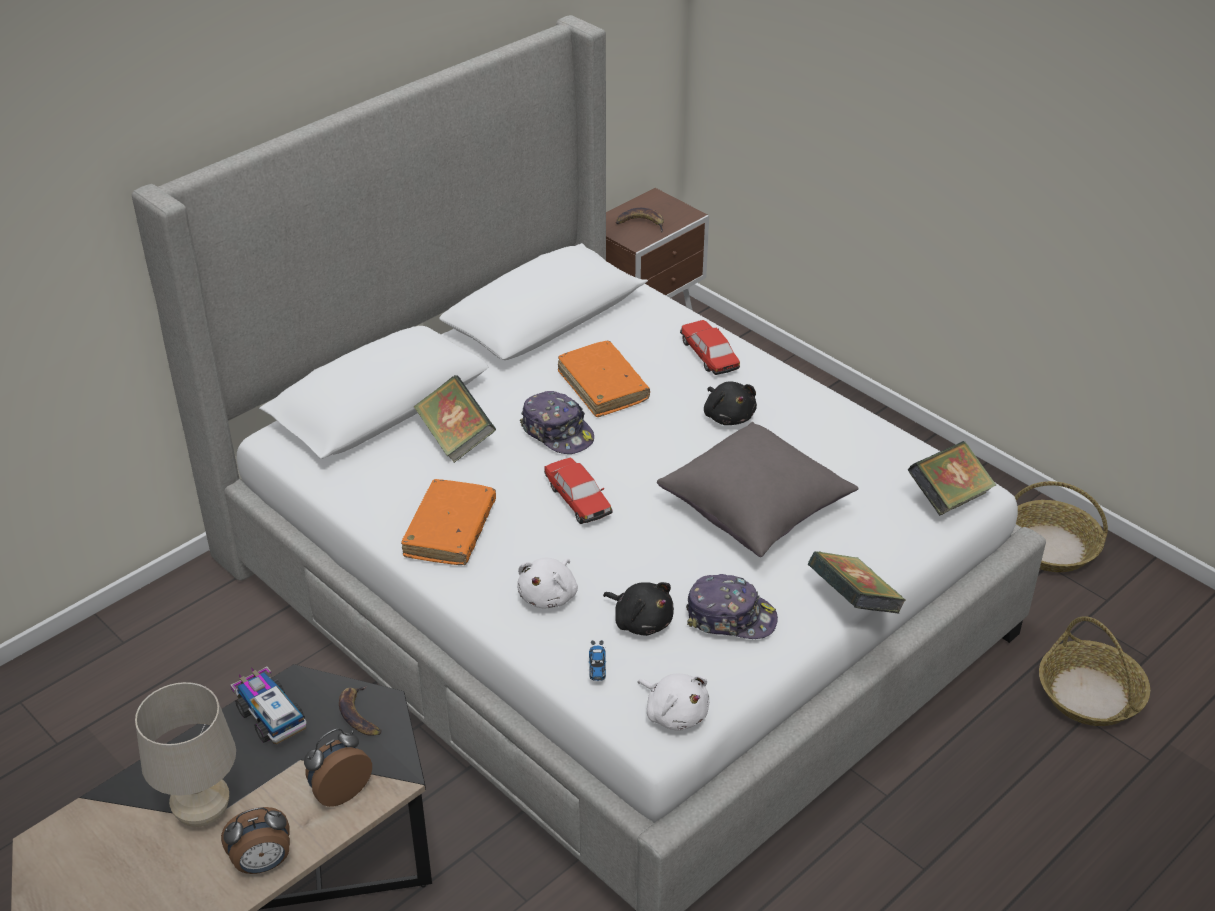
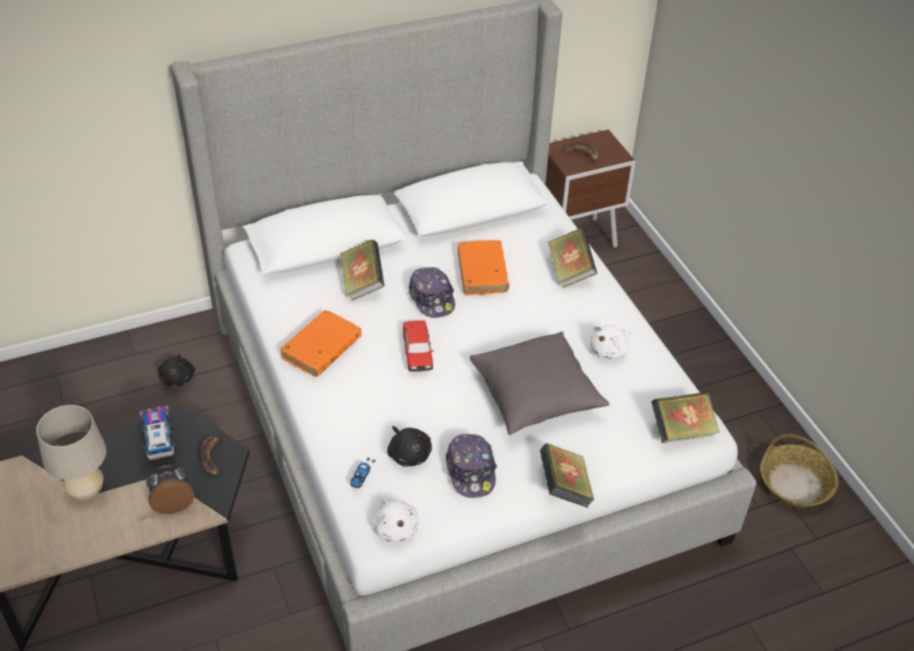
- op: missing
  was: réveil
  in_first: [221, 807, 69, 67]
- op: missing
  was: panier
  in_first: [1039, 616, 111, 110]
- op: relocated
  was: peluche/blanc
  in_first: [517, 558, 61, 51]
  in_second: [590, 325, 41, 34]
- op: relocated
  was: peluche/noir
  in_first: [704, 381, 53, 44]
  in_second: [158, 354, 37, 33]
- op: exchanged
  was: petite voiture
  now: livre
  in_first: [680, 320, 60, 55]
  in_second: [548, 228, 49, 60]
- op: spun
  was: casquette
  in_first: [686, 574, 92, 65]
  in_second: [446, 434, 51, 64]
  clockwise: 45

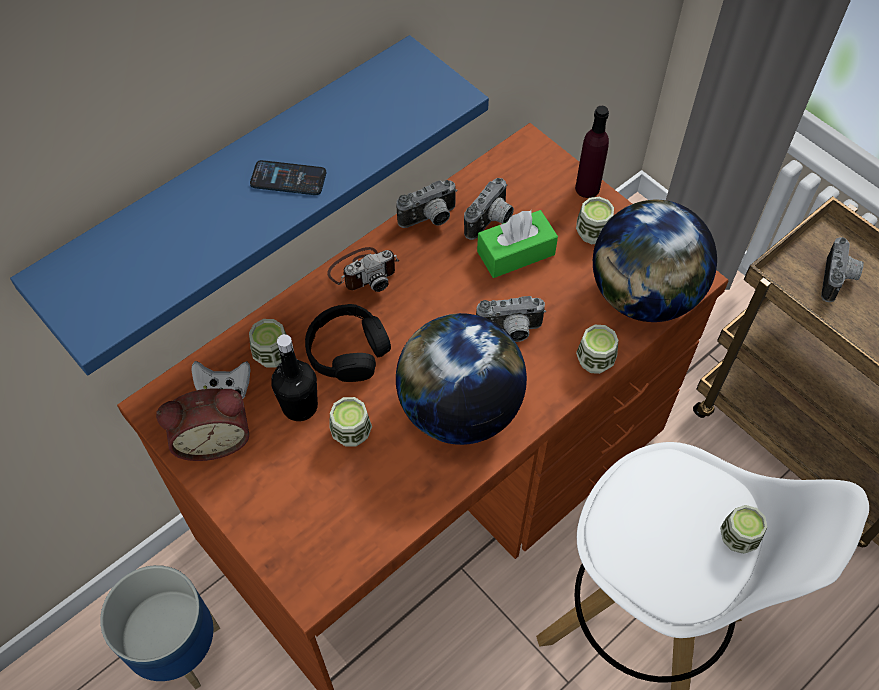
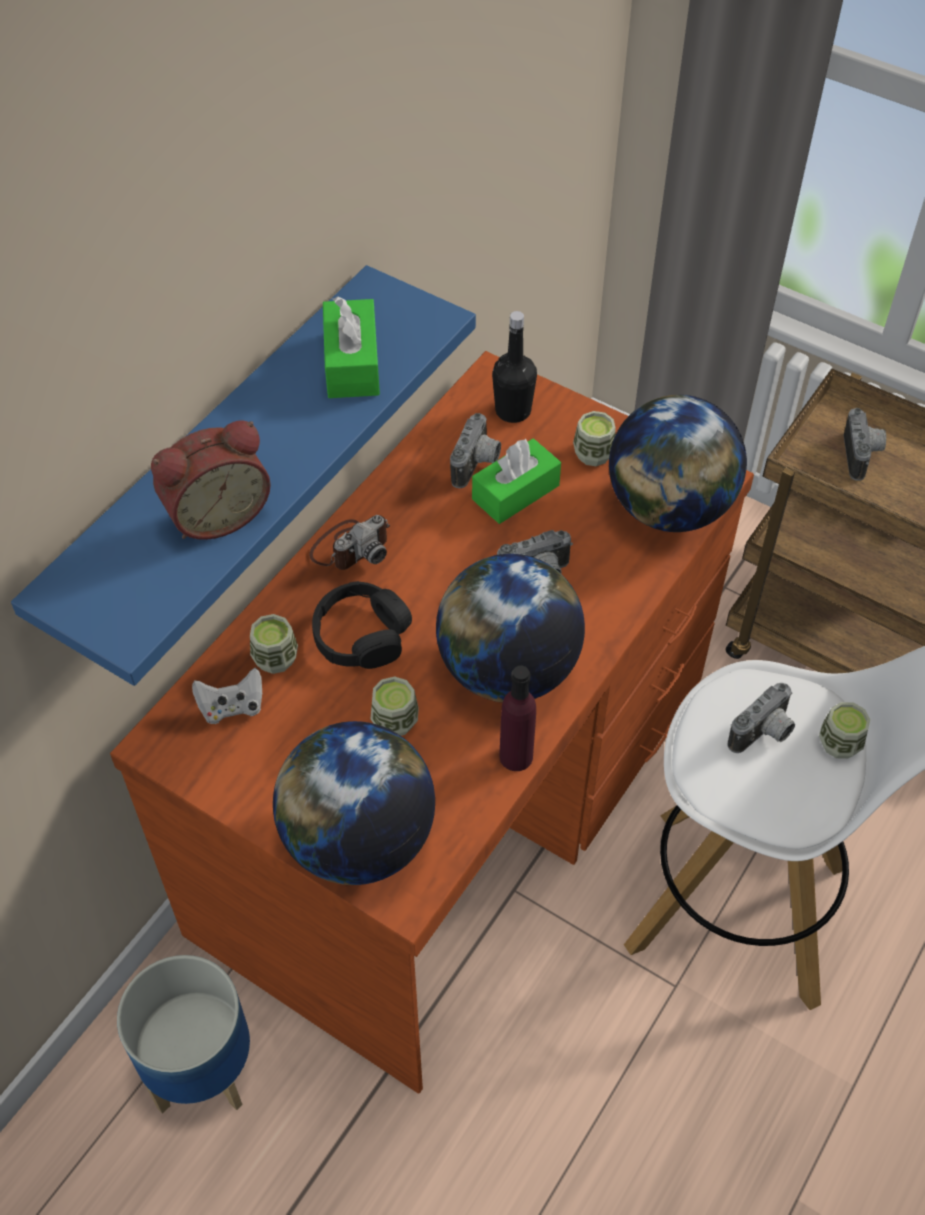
- op: missing
  was: téléphone
  in_first: [250, 160, 76, 35]
- op: missing
  was: tasse
  in_first: [576, 325, 43, 49]
- op: appeared
  now: globe
  in_second: [273, 721, 162, 164]
- op: appeared
  now: boîte à mouchoirs/vert
  in_second: [323, 296, 57, 102]
- op: relocated
  was: réveil
  in_first: [156, 389, 93, 72]
  in_second: [151, 420, 120, 120]
- op: relocated
  was: bouteille/noir
  in_first: [271, 334, 47, 87]
  in_second: [492, 311, 45, 112]
- op: relocated
  was: appareil photo
  in_first: [396, 180, 62, 48]
  in_second: [727, 683, 68, 70]
- op: relocated
  was: bouteille/violet
  in_first: [575, 106, 34, 92]
  in_second: [499, 666, 37, 105]

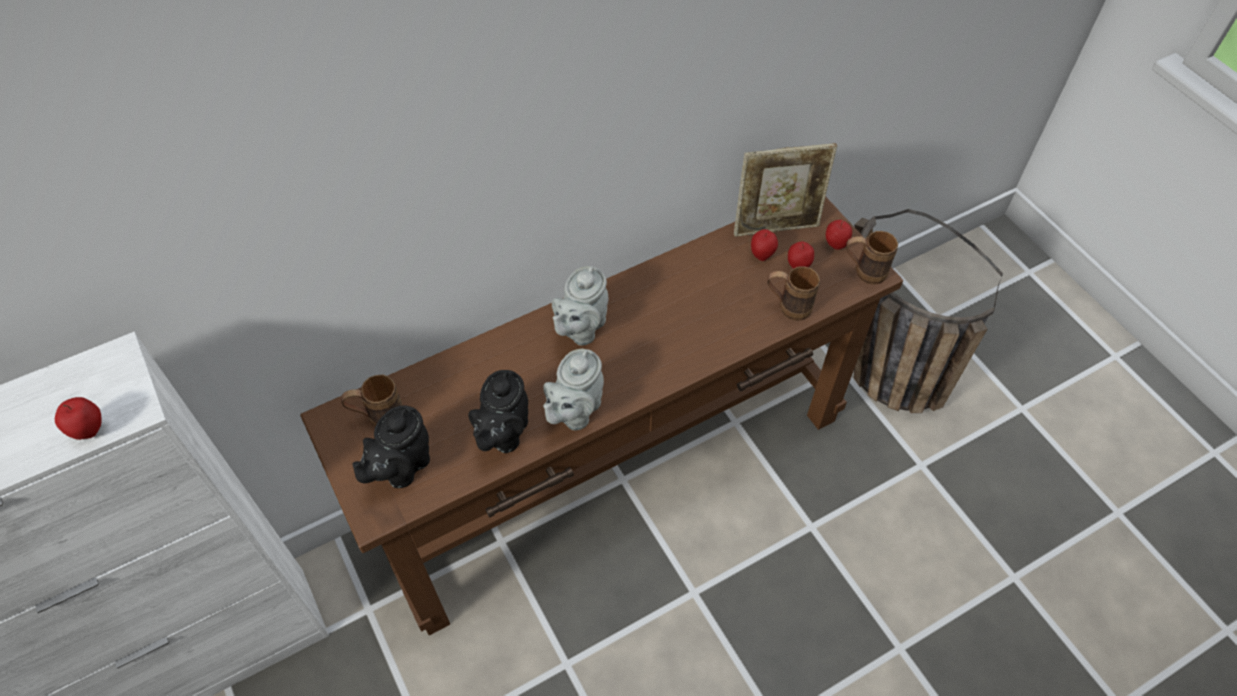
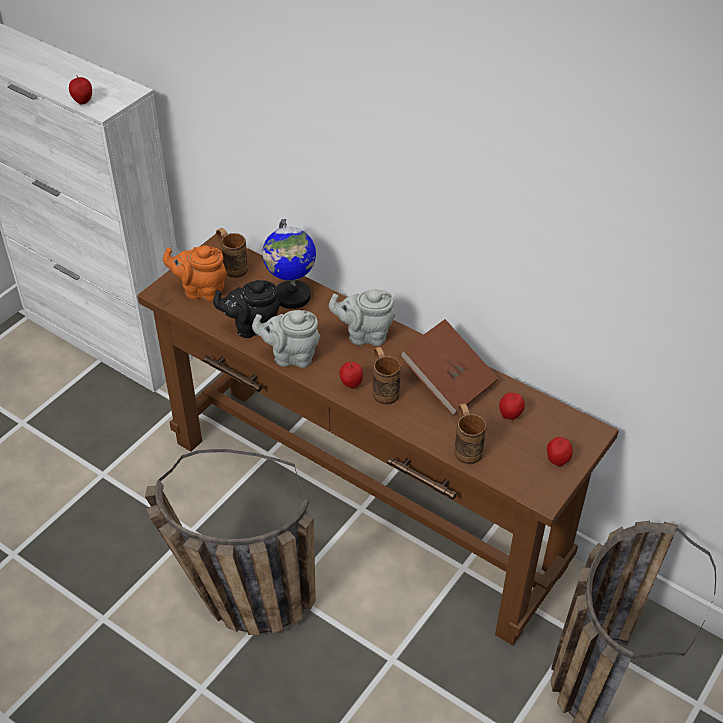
- op: missing
  was: cadre photo
  in_first: [734, 143, 103, 94]
- op: appeared
  now: panier
  in_second: [145, 449, 171, 186]
- op: appeared
  now: globe
  in_second: [262, 219, 54, 90]
- op: appeared
  now: livre/marron
  in_second: [399, 319, 100, 97]
- op: relocated
  was: pomme
  in_first: [788, 241, 26, 28]
  in_second: [340, 361, 23, 27]
- op: relocated
  was: mug/marron
  in_first: [846, 231, 52, 54]
  in_second: [372, 347, 29, 58]
- op: colour
  was: théière/noir
  now: théière/orange
  in_first: [352, 405, 78, 83]
  in_second: [163, 245, 64, 57]

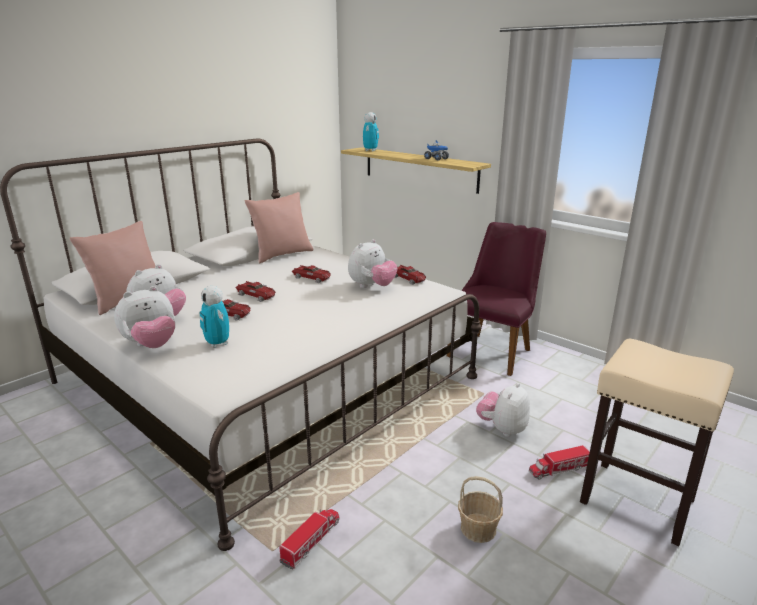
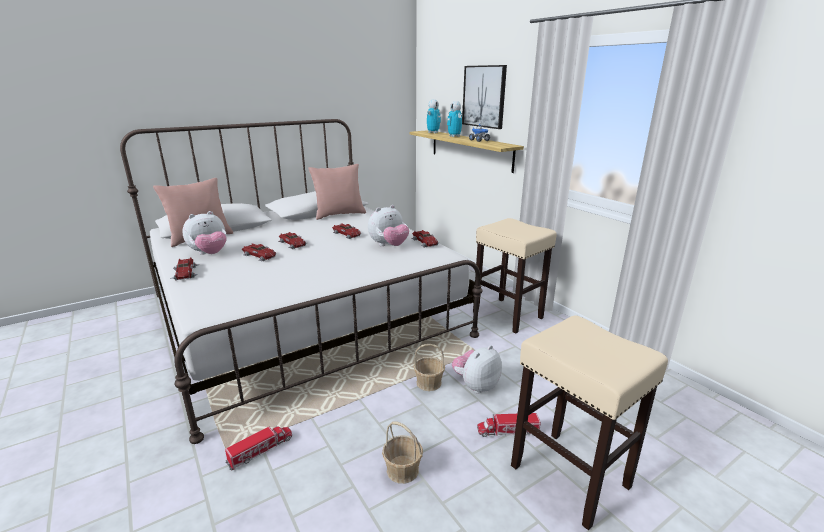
- op: appeared
  now: panier
  in_second: [413, 344, 32, 47]
- op: appeared
  now: tableau
  in_second: [462, 65, 45, 64]
- op: relocated
  was: robot jouet
  in_first: [199, 286, 30, 62]
  in_second: [447, 101, 15, 36]
- op: exchanged
  was: peluche
  now: petite voiture
  in_first: [114, 286, 61, 62]
  in_second: [172, 257, 27, 23]
- op: exchanged
  was: chaise/violet
  now: tabouret/beige
  in_first: [447, 222, 99, 154]
  in_second: [473, 218, 84, 115]

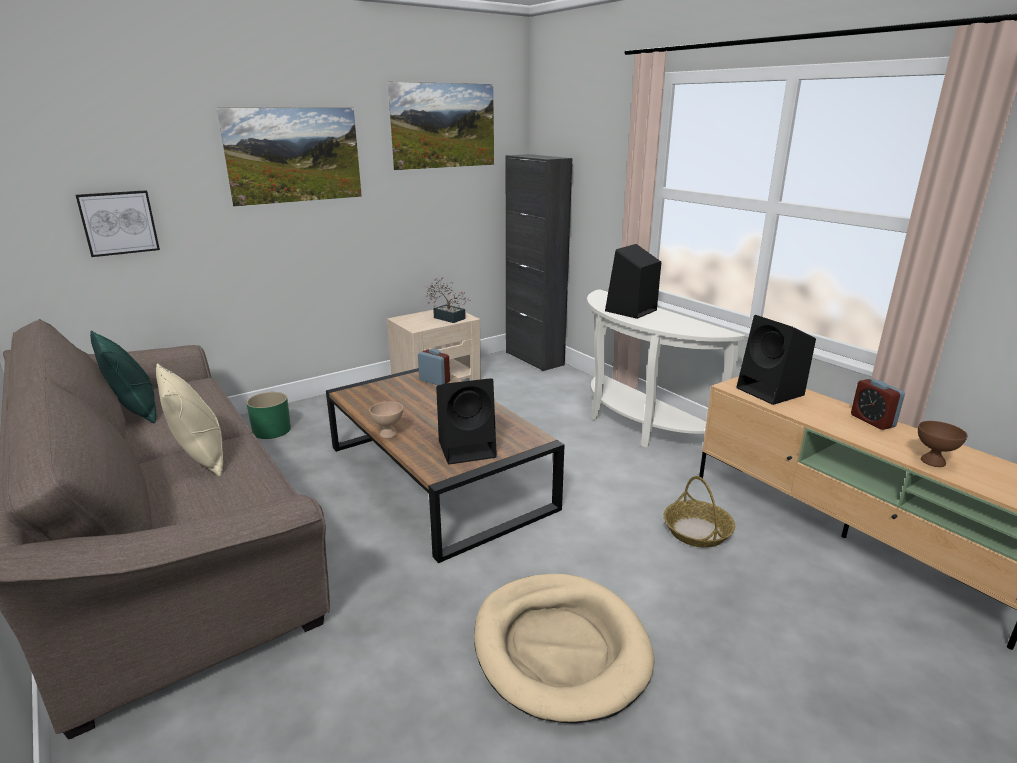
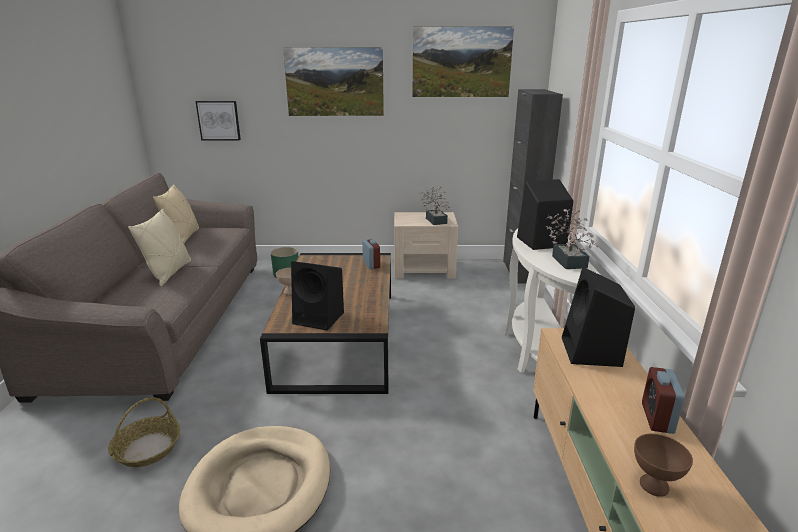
- op: appeared
  now: plante en pot
  in_second: [546, 209, 52, 60]
- op: relocated
  was: panier
  in_first: [663, 476, 72, 72]
  in_second: [108, 397, 73, 70]
- op: colour
  was: coussin/vert
  now: coussin/beige
  in_first: [90, 330, 67, 94]
  in_second: [153, 184, 46, 60]

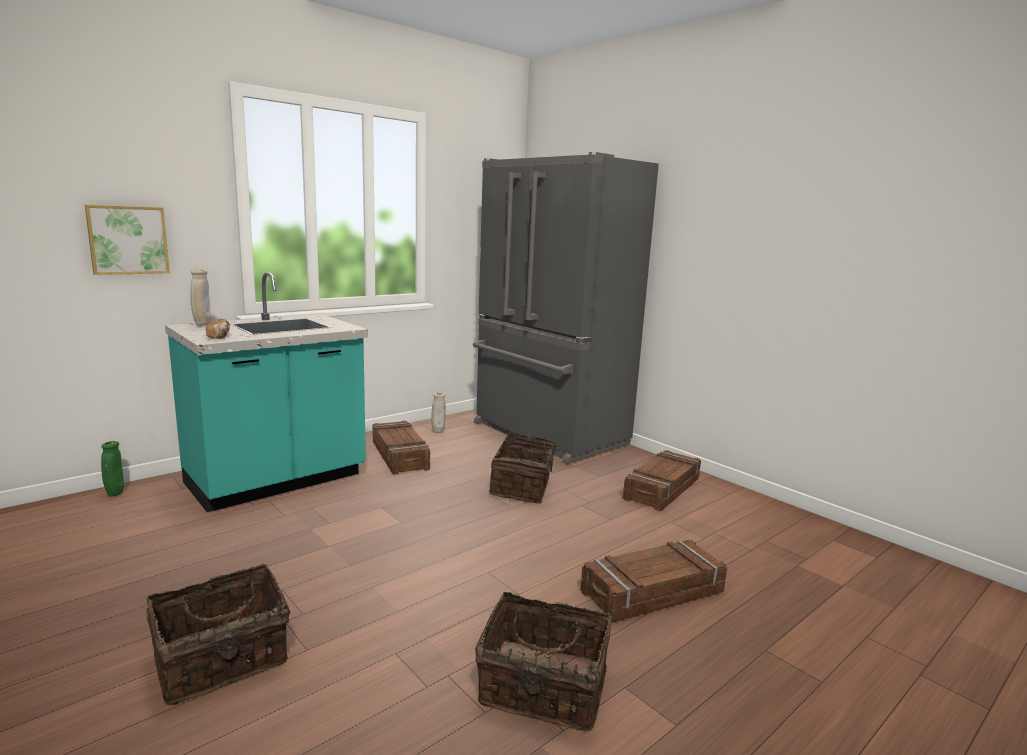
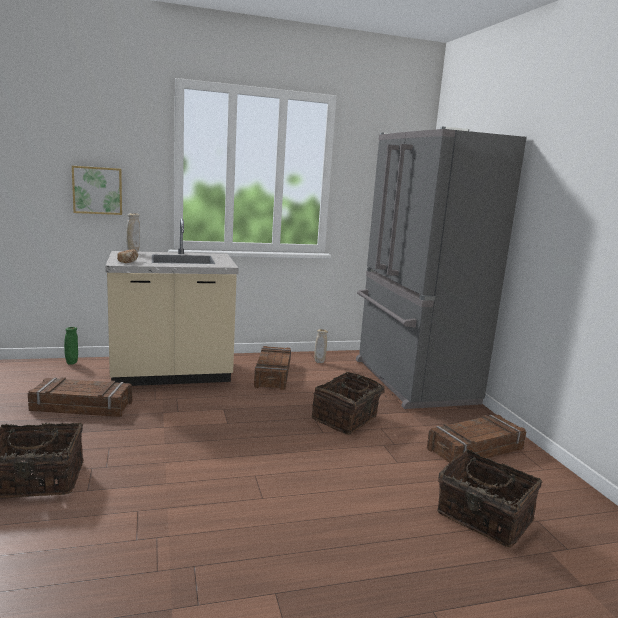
- op: relocated
  was: panier
  in_first: [475, 591, 138, 140]
  in_second: [437, 449, 105, 98]
- op: relocated
  was: caisse
  in_first: [580, 540, 147, 83]
  in_second: [28, 377, 104, 40]
- op: colour
  was: comptoir de cuisine/turquoise
  now: comptoir de cuisine/beige
  in_first: [165, 272, 203, 240]
  in_second: [105, 218, 134, 168]

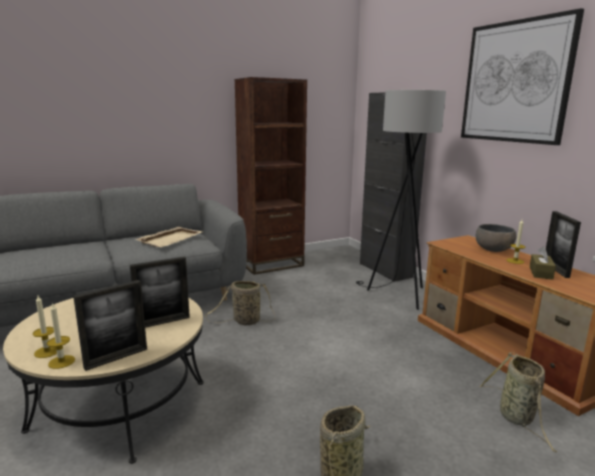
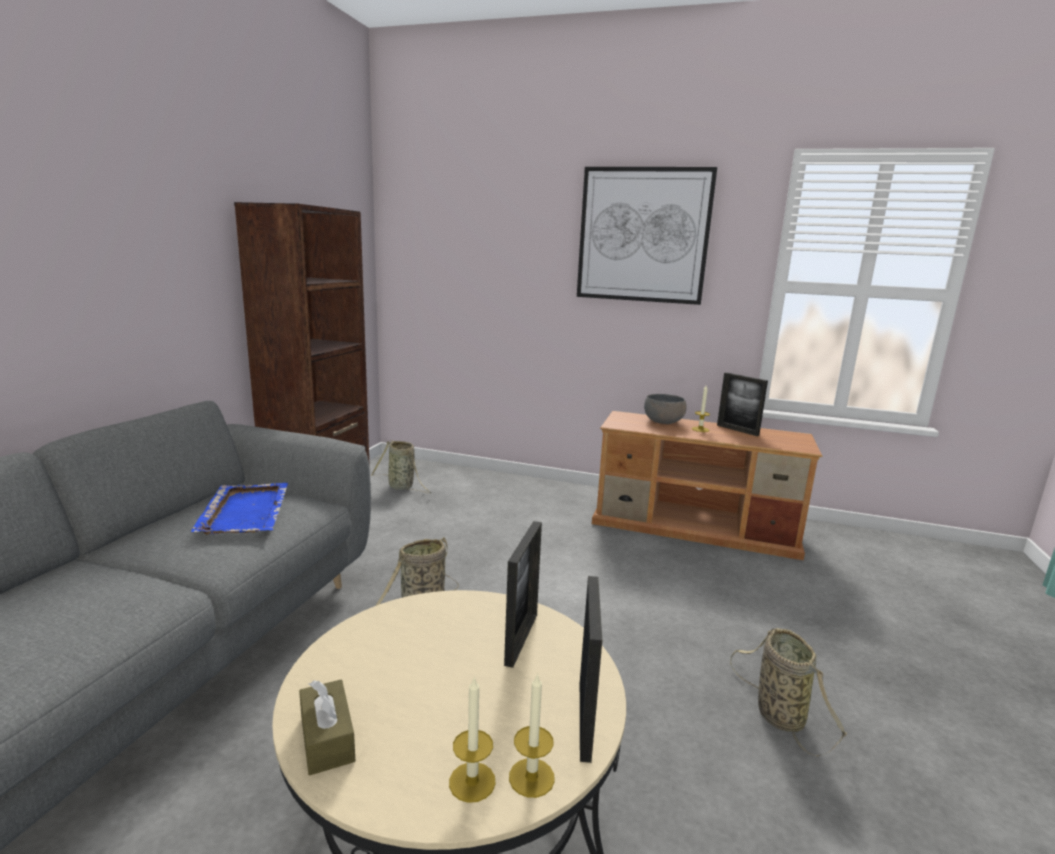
- op: missing
  was: lampadaire/noir
  in_first: [356, 90, 90, 220]
- op: missing
  was: meuble de rangement/noir
  in_first: [360, 92, 67, 190]
- op: relocated
  was: panier
  in_first: [479, 352, 78, 100]
  in_second: [371, 440, 60, 53]
- op: relocated
  was: boîte à mouchoirs/marron
  in_first: [530, 246, 26, 34]
  in_second: [299, 680, 56, 96]
- op: colour
  was: plateau/beige
  now: plateau/bleu
  in_first: [135, 227, 68, 20]
  in_second: [191, 483, 97, 52]

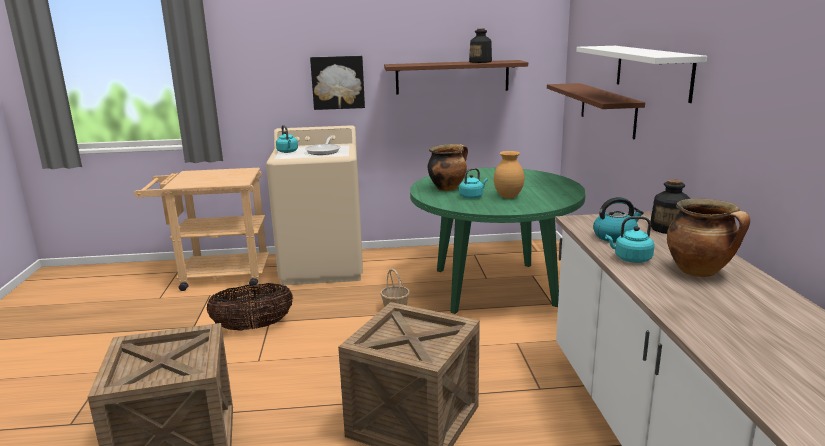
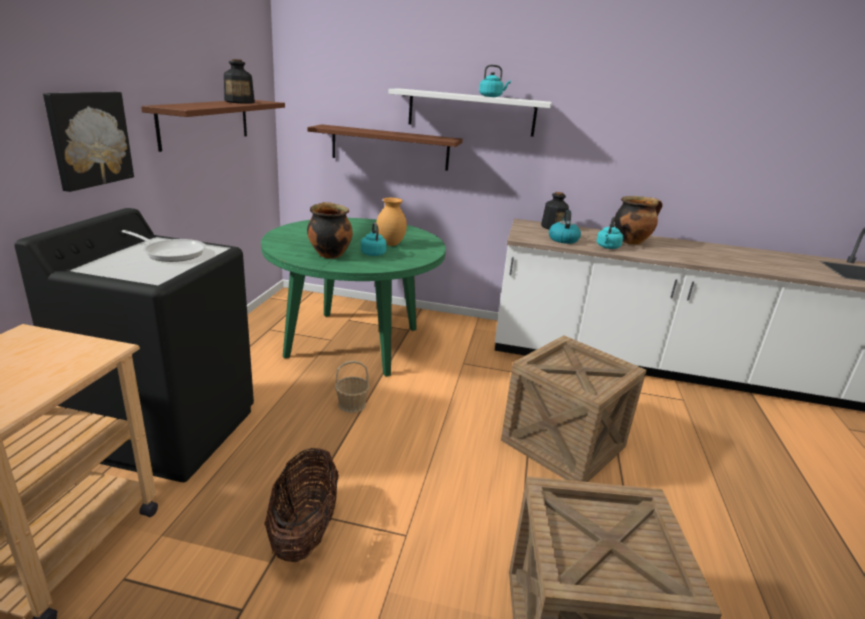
- op: relocated
  was: bouilloire/turquoise
  in_first: [276, 125, 22, 28]
  in_second: [479, 65, 32, 32]
- op: colour
  was: lave-linge/beige
  now: lave-linge/noir
  in_first: [266, 125, 97, 161]
  in_second: [14, 208, 240, 274]

